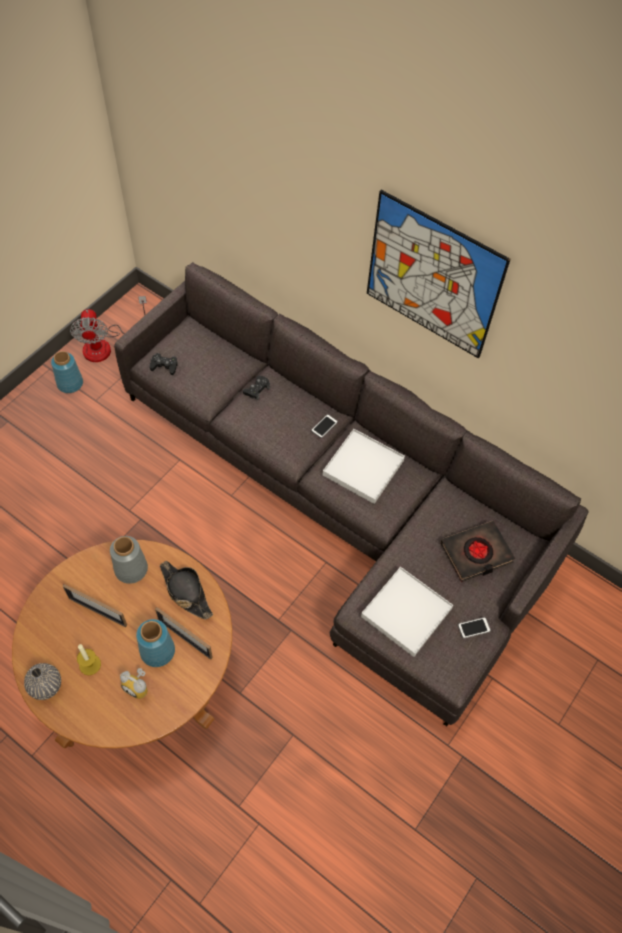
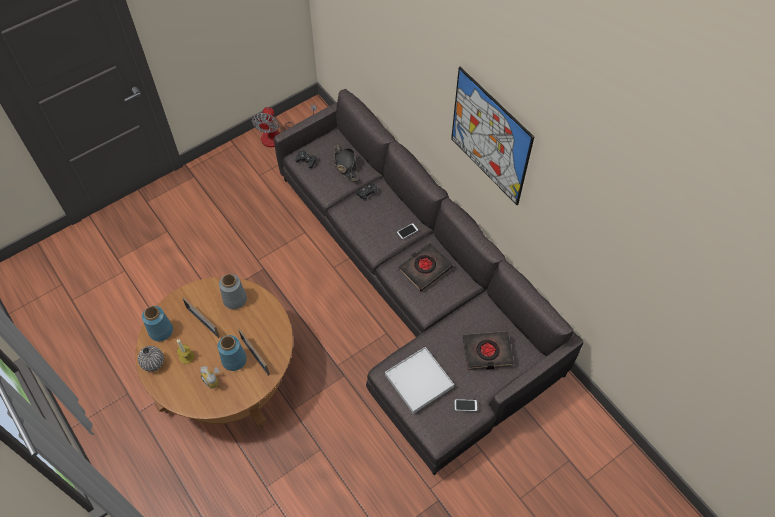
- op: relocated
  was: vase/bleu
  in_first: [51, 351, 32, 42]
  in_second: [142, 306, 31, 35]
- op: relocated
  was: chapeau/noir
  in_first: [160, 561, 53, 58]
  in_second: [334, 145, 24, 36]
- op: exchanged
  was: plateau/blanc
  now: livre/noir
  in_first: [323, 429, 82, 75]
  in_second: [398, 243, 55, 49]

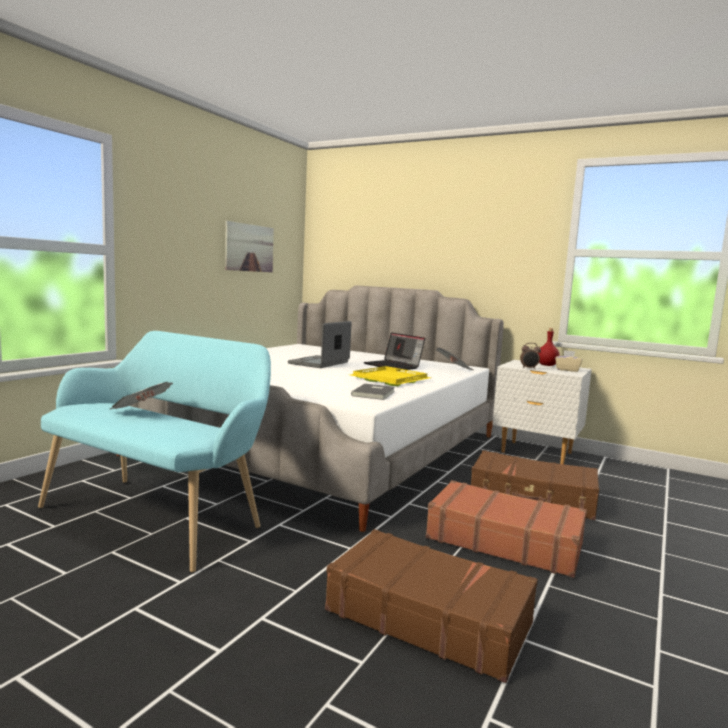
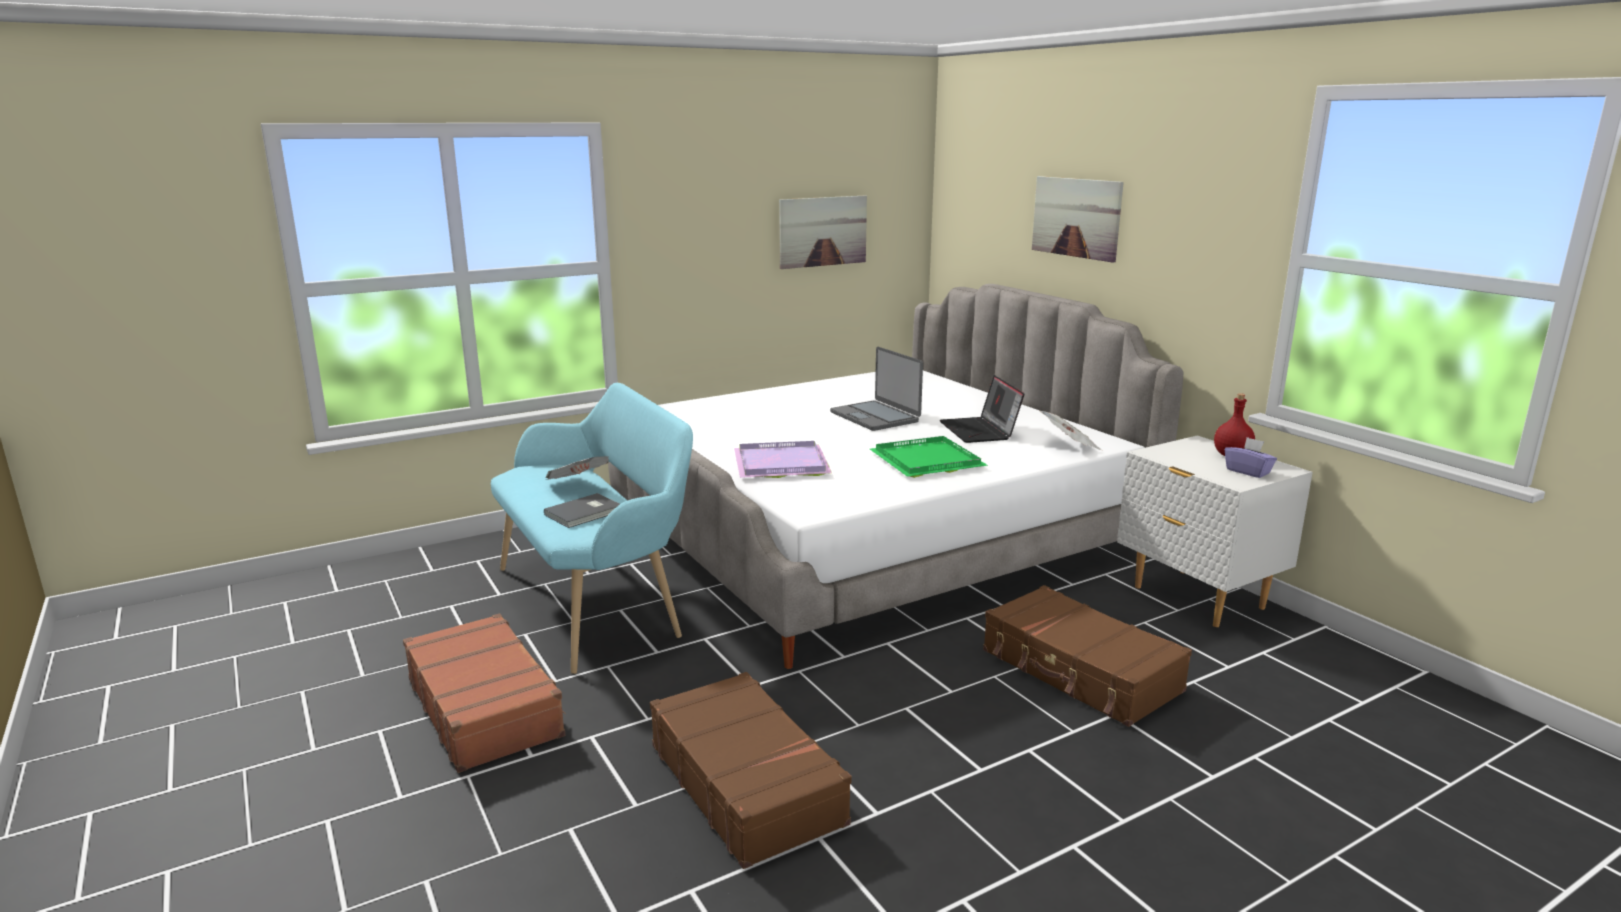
- op: missing
  was: réveil
  in_first: [520, 343, 21, 25]
- op: appeared
  now: plateau/violet
  in_second: [734, 441, 98, 37]
- op: appeared
  now: tableau
  in_second: [1032, 176, 92, 87]
- op: relocated
  was: livre/gris
  in_first: [351, 384, 44, 16]
  in_second: [544, 493, 76, 35]
- op: relocated
  was: valise/marron
  in_first: [426, 480, 161, 98]
  in_second: [403, 614, 163, 159]
- op: colour
  was: plateau/jaune
  now: plateau/vert
  in_first: [350, 366, 81, 20]
  in_second: [870, 436, 118, 42]
- op: colour
  was: boîte à mouchoirs/beige
  now: boîte à mouchoirs/violet
  in_first: [555, 350, 27, 22]
  in_second: [1225, 437, 52, 41]
- op: spun
  was: ordinateur portable
  in_first: [288, 321, 64, 47]
  in_second: [830, 347, 93, 84]
  clockwise: -90

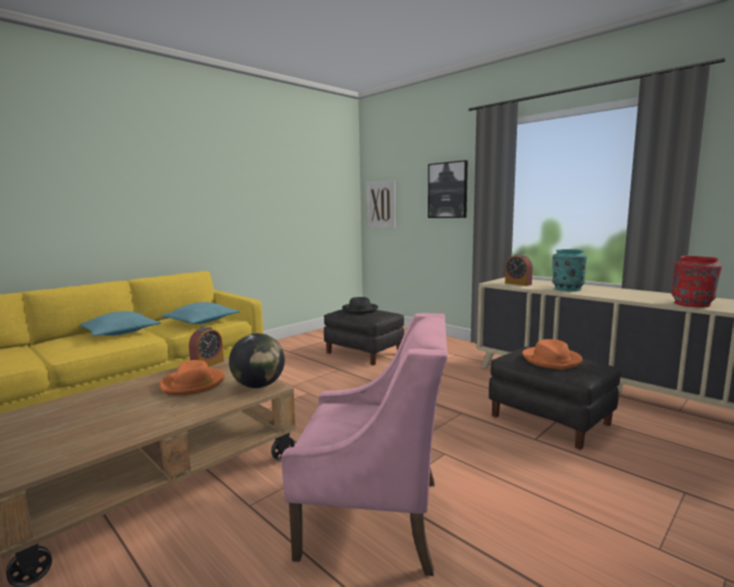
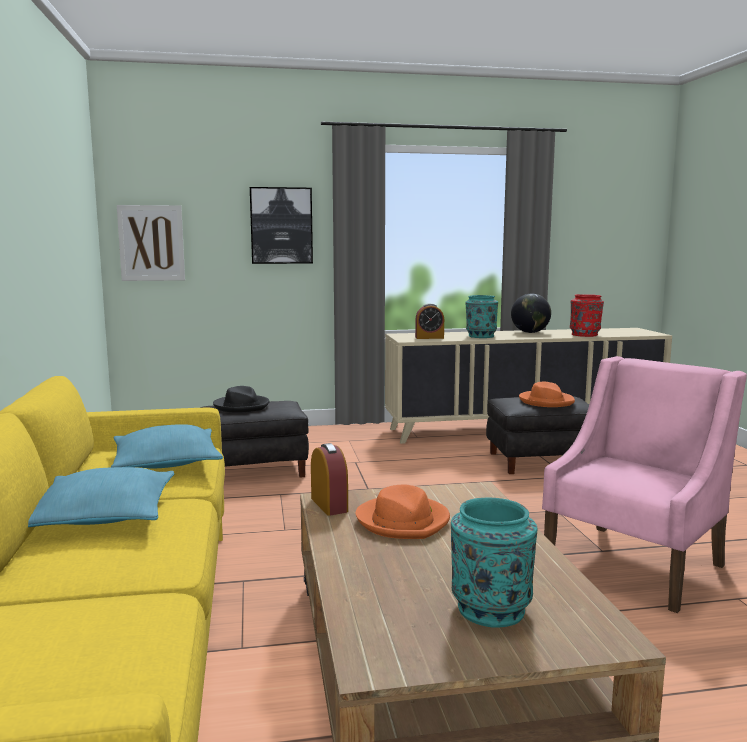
- op: appeared
  now: vase/turquoise
  in_second: [451, 497, 86, 131]
- op: relocated
  was: globe
  in_first: [229, 333, 56, 55]
  in_second: [511, 294, 40, 39]

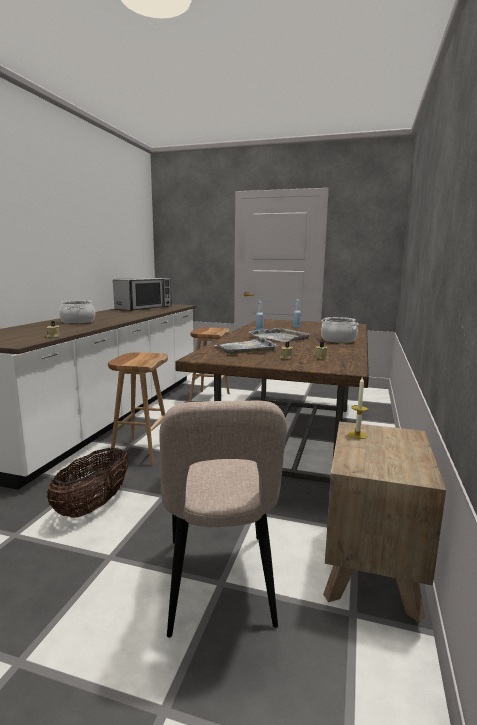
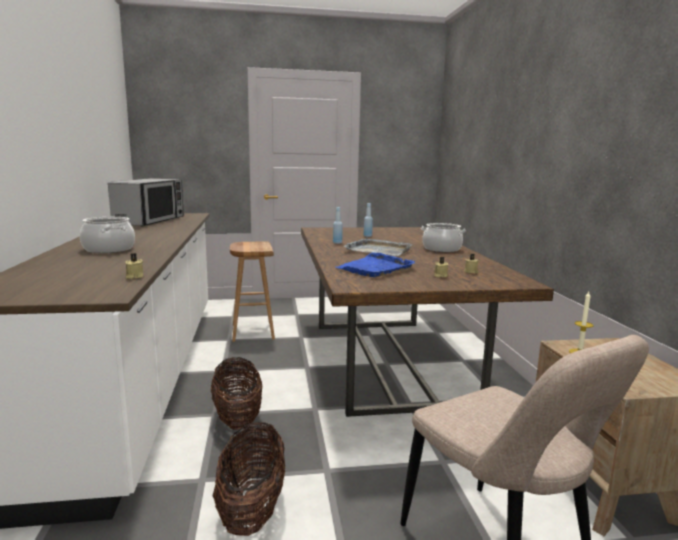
- op: exchanged
  was: tabouret/marron
  now: panier
  in_first: [108, 352, 60, 113]
  in_second: [211, 357, 51, 73]
- op: colour
  was: plateau/gris
  now: plateau/bleu
  in_first: [215, 337, 63, 17]
  in_second: [336, 253, 79, 24]

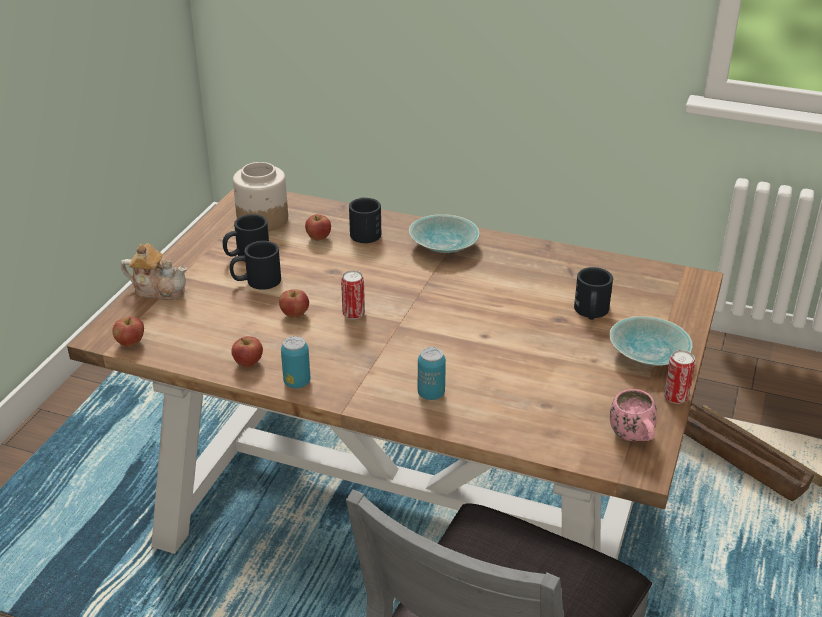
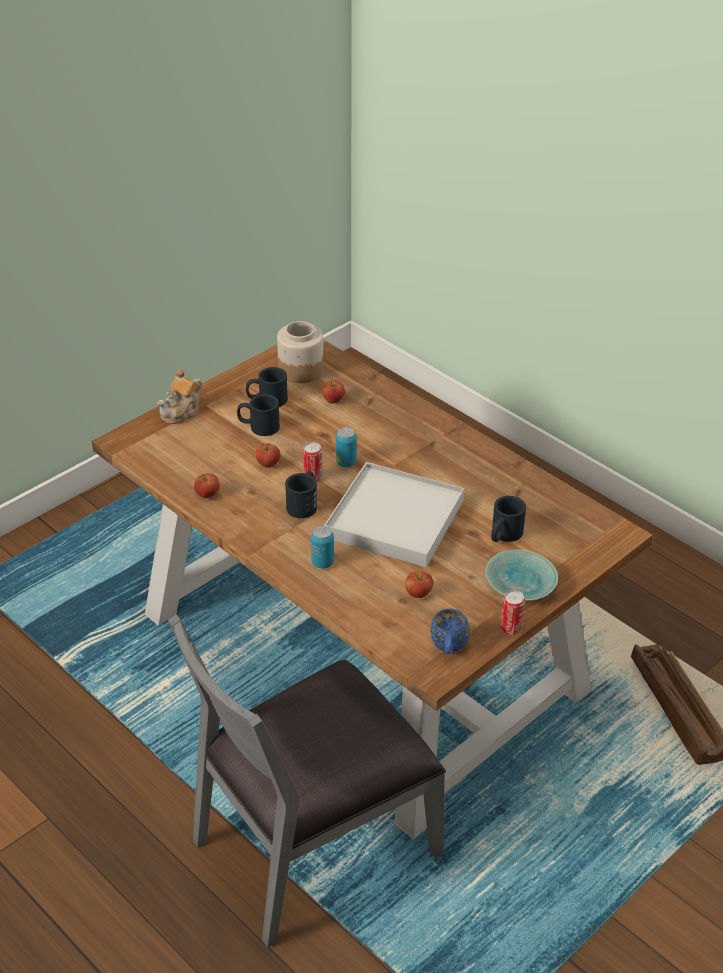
- op: missing
  was: bol/turquoise
  in_first: [409, 214, 71, 39]
- op: appeared
  now: plateau/blanc
  in_second: [324, 462, 140, 105]
- op: relocated
  was: pomme
  in_first: [112, 317, 32, 30]
  in_second: [405, 571, 28, 27]
- op: relocated
  was: boîte métallique
  in_first: [281, 336, 30, 52]
  in_second: [336, 427, 21, 40]
- op: relocated
  was: mug/noir
  in_first: [349, 197, 32, 46]
  in_second: [285, 471, 32, 47]
- op: colour
  was: mug/rose
  now: mug/bleu
  in_first: [610, 389, 47, 52]
  in_second: [431, 609, 39, 45]
- op: spun
  was: théière
  in_first: [121, 243, 66, 57]
  in_second: [157, 369, 46, 55]
  clockwise: 90

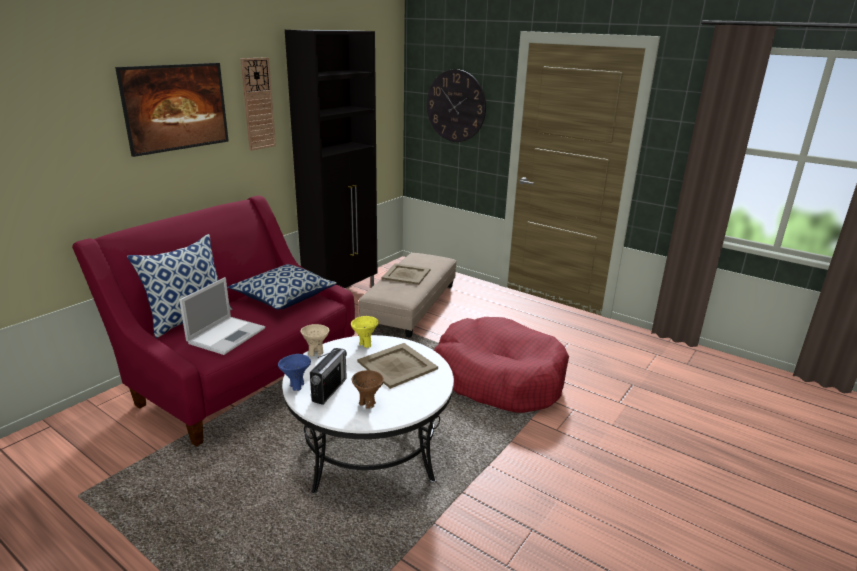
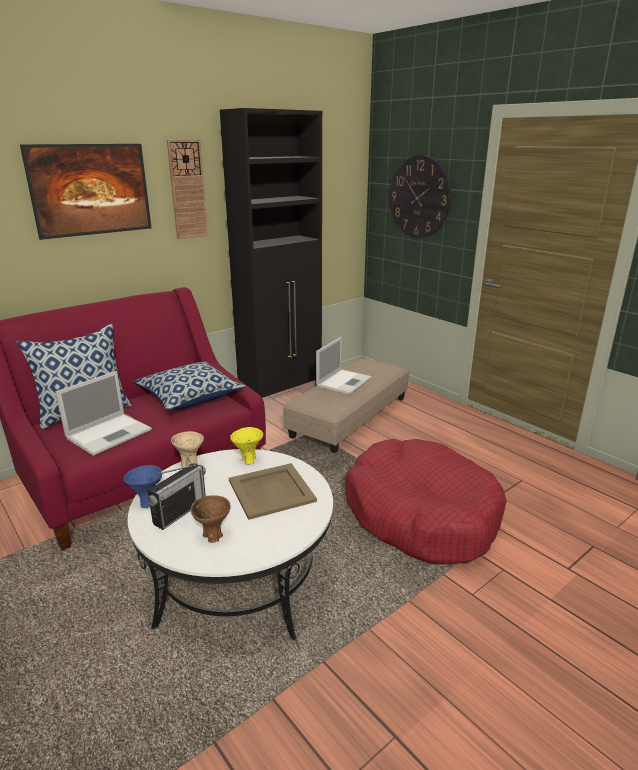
- op: exchanged
  was: plateau/beige
  now: ordinateur portable
  in_first: [381, 263, 50, 22]
  in_second: [316, 337, 56, 58]

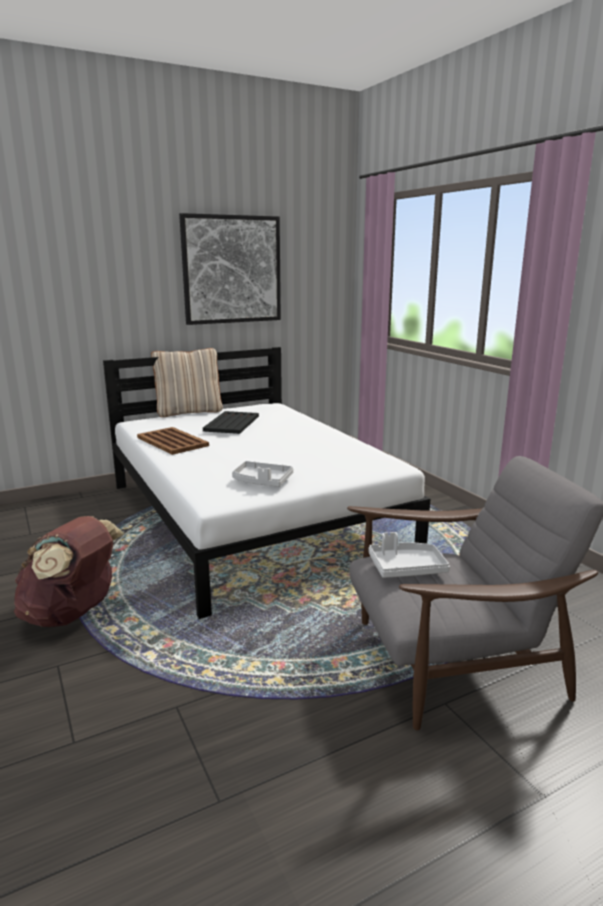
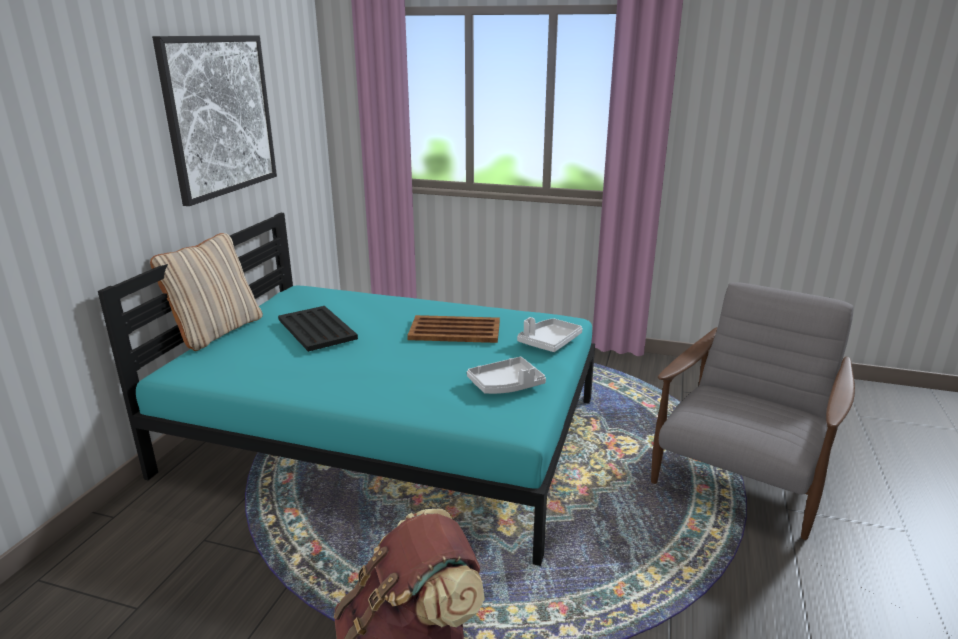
- op: relocated
  was: plateau/marron
  in_first: [137, 427, 72, 28]
  in_second: [407, 315, 93, 28]
- op: relocated
  was: plateau/gris
  in_first: [368, 532, 82, 46]
  in_second: [517, 317, 66, 35]
- op: colour
  was: lit/blanc
  now: lit/turquoise
  in_first: [103, 347, 327, 272]
  in_second: [98, 213, 497, 353]

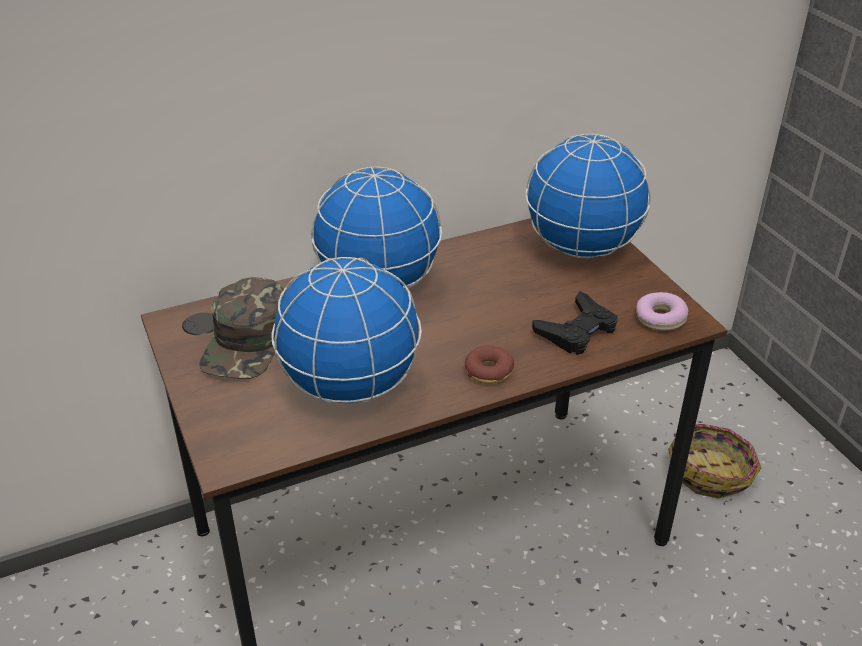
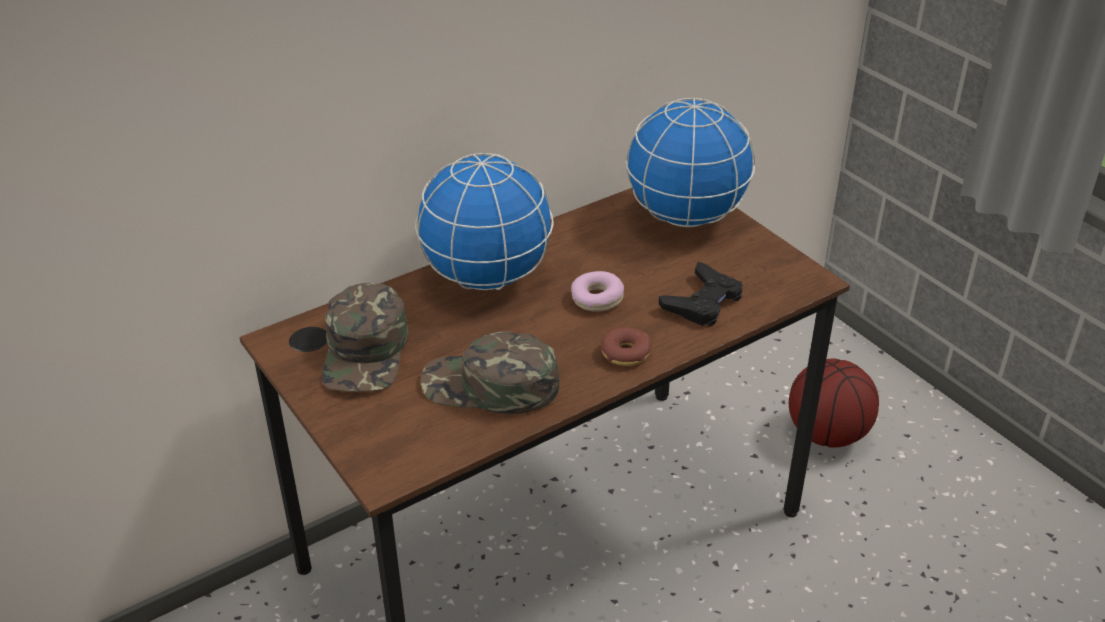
- op: relocated
  was: beignet
  in_first: [636, 292, 52, 39]
  in_second: [571, 271, 53, 41]
- op: exchanged
  was: globe
  now: casquette/vert
  in_first: [271, 257, 151, 147]
  in_second: [421, 331, 138, 83]
- op: exchanged
  was: panier
  now: ballon de basket
  in_first: [668, 424, 93, 75]
  in_second: [789, 359, 90, 89]

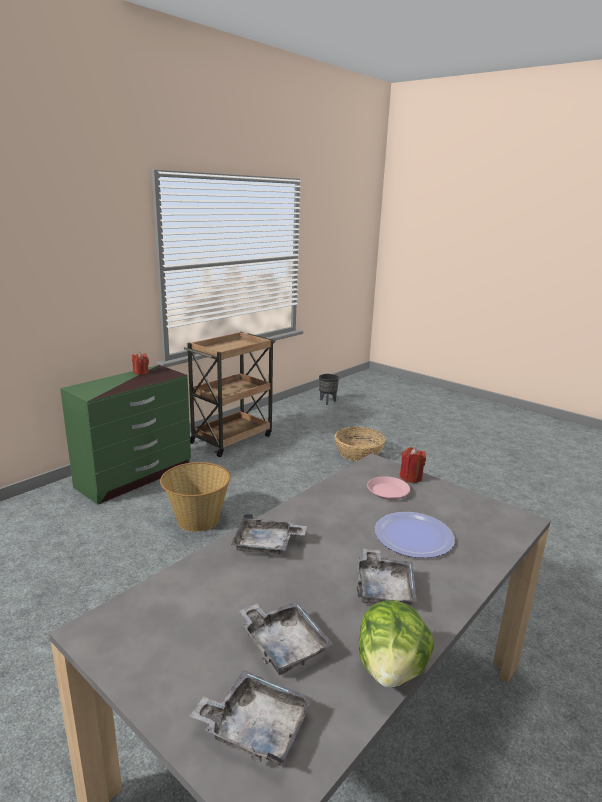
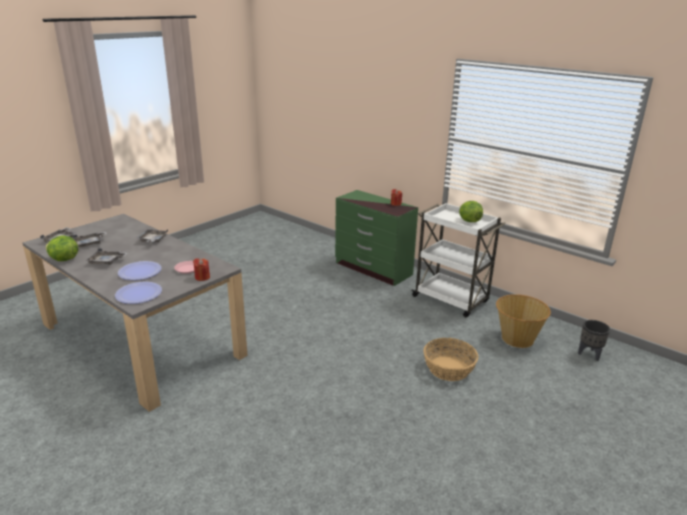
- op: appeared
  now: assiette
  in_second: [115, 282, 47, 22]
- op: appeared
  now: laitue
  in_second: [459, 201, 24, 21]
- op: relocated
  was: panier
  in_first: [160, 462, 71, 70]
  in_second: [496, 294, 55, 54]
- op: colour
  was: chariot/marron
  now: chariot/blanc
  in_first: [184, 332, 92, 125]
  in_second: [411, 202, 94, 115]

